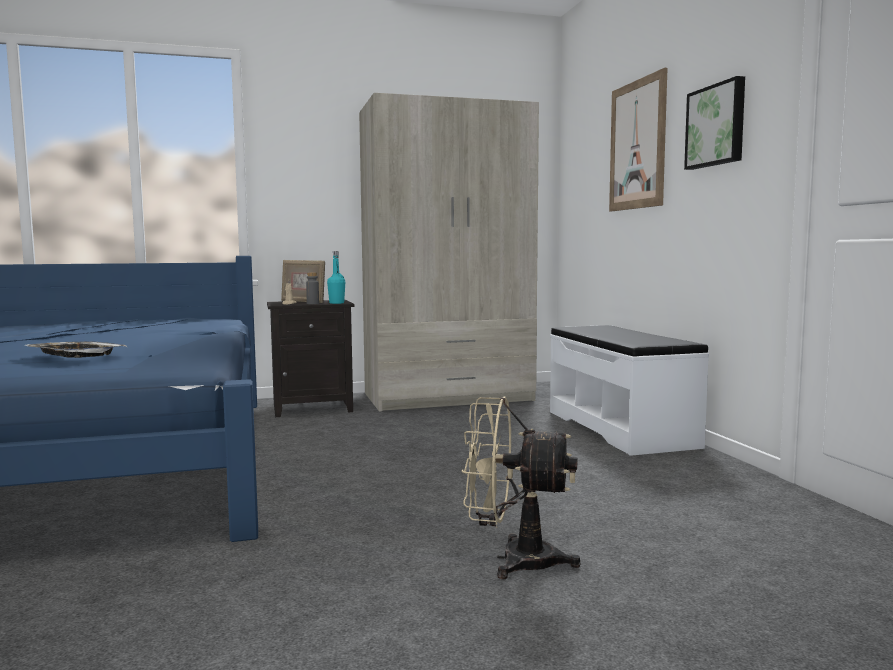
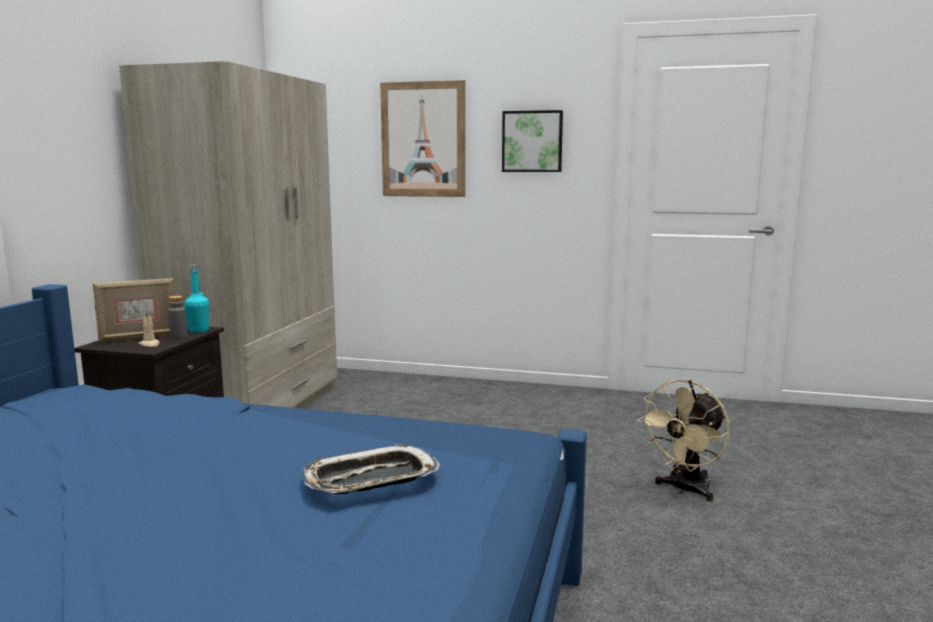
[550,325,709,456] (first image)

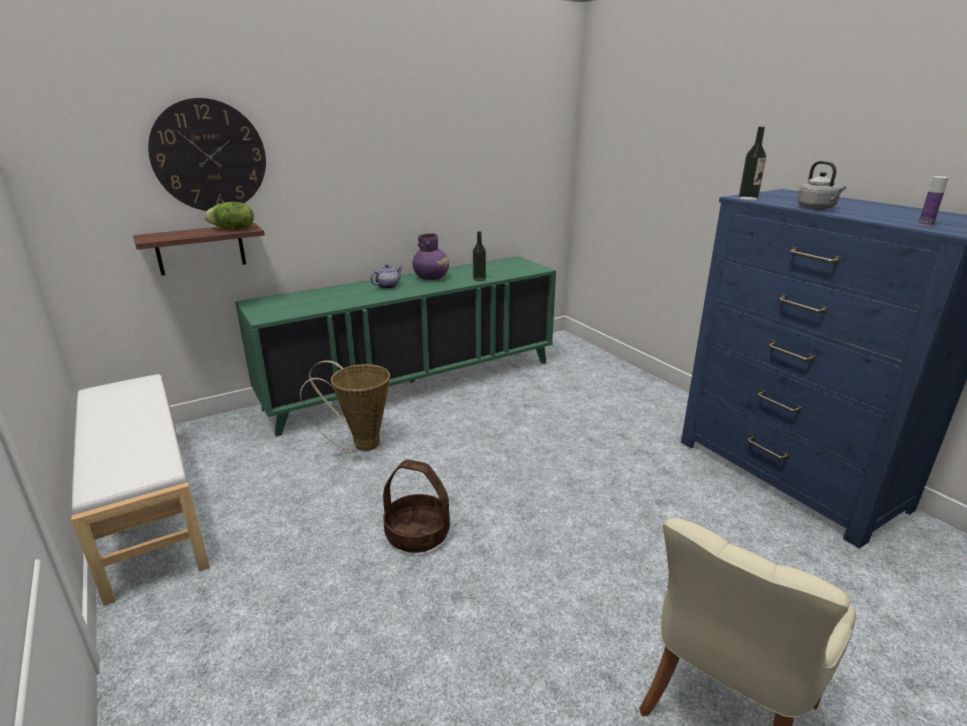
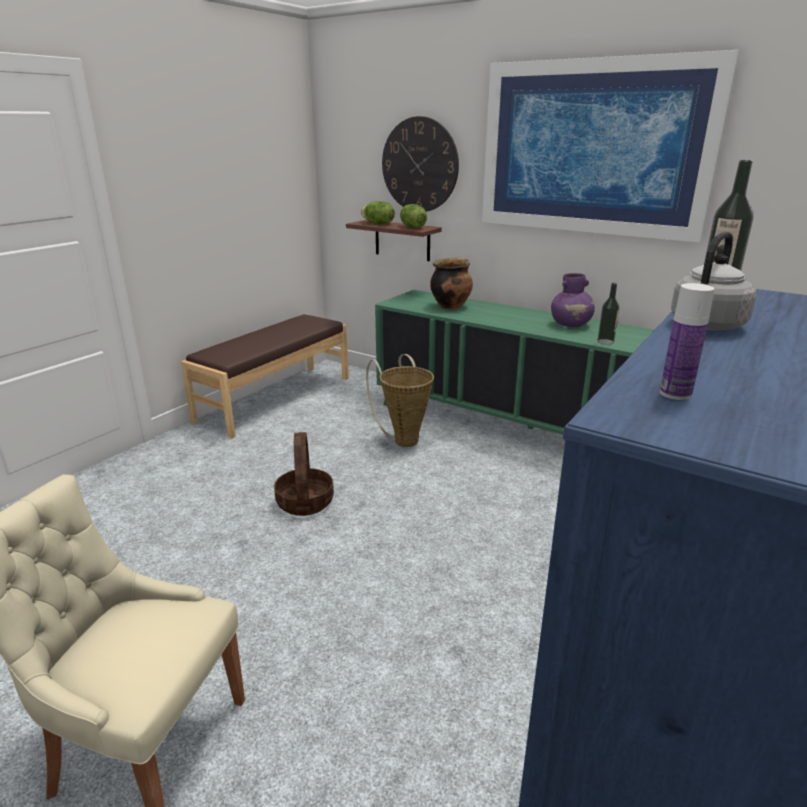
[370,264,403,289] (first image)
[361,201,395,224]
[430,257,473,309]
[482,50,740,243]
[181,314,349,438]

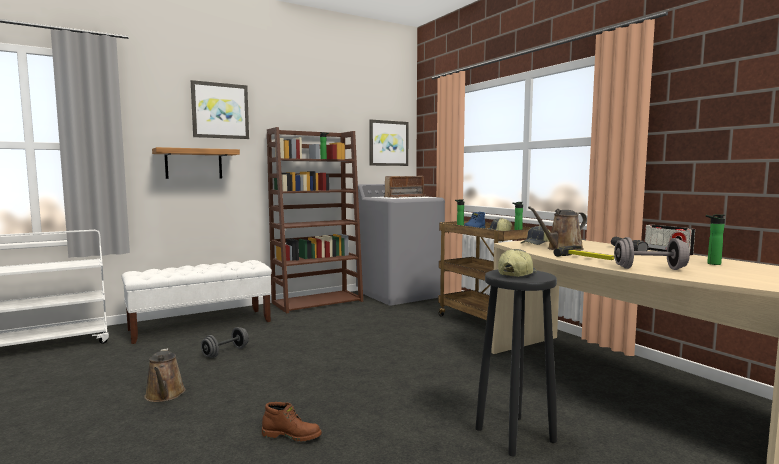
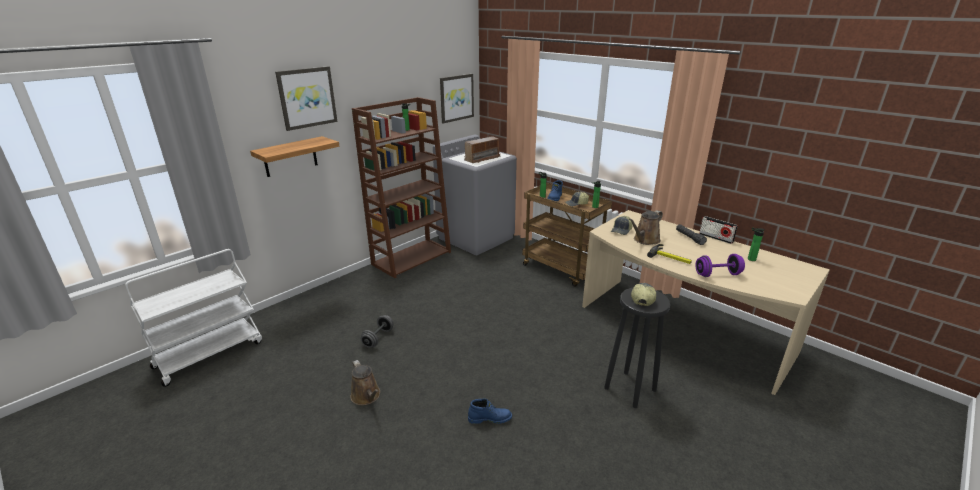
[122,260,272,344] (first image)
[468,398,512,424]
[695,254,745,277]

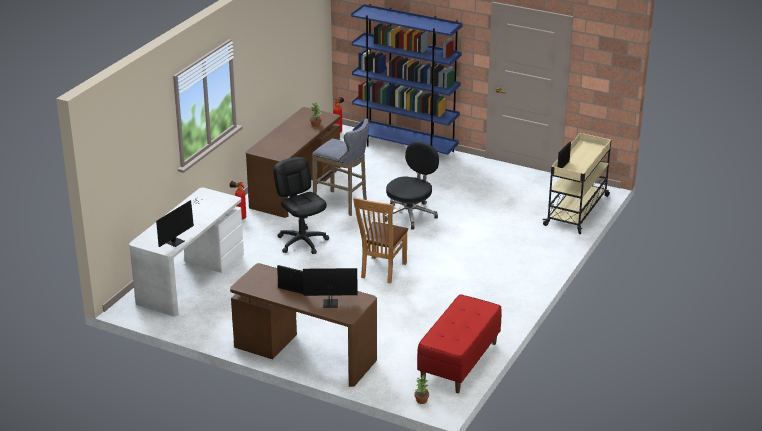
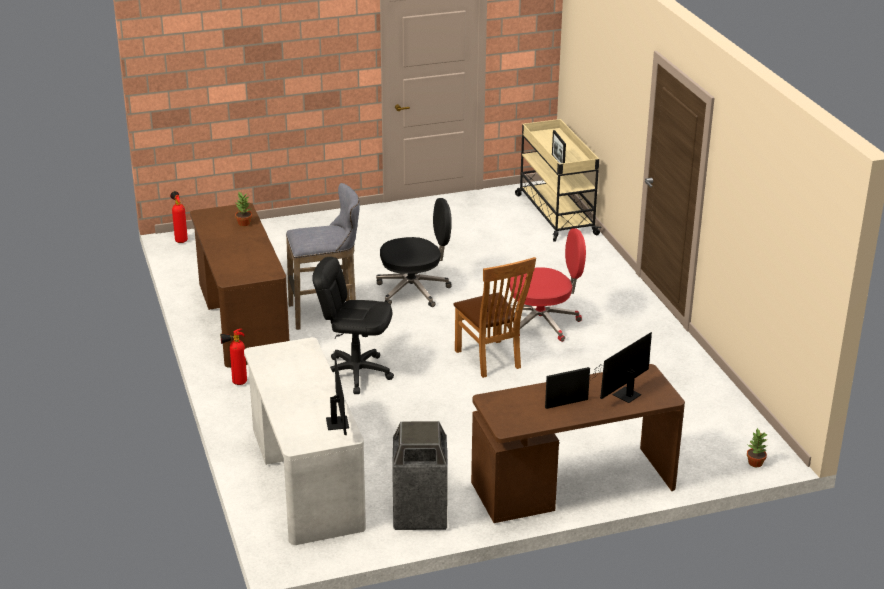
[351,4,463,155] (first image)
[417,294,502,393] (first image)
[392,421,448,530]
[509,228,586,342]
[376,198,452,307]

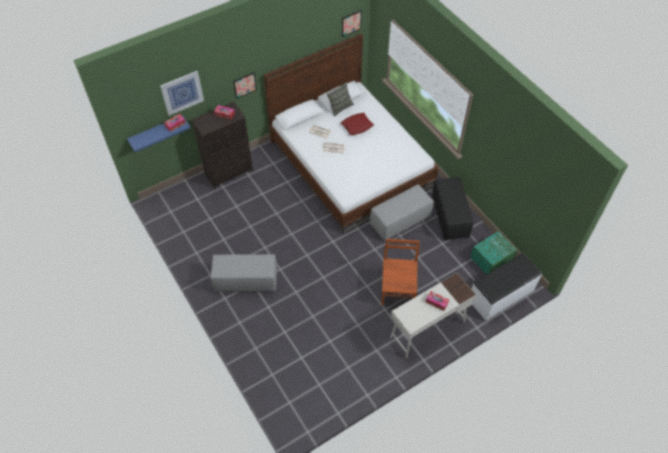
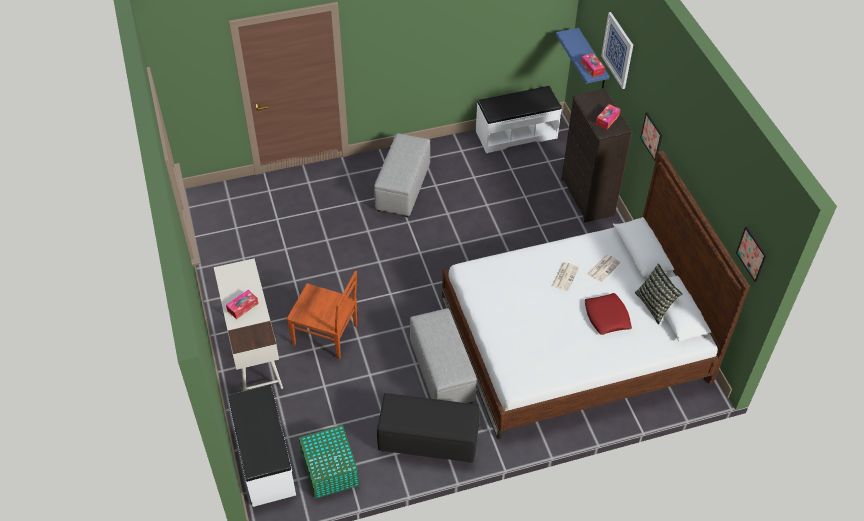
[476,86,562,153]

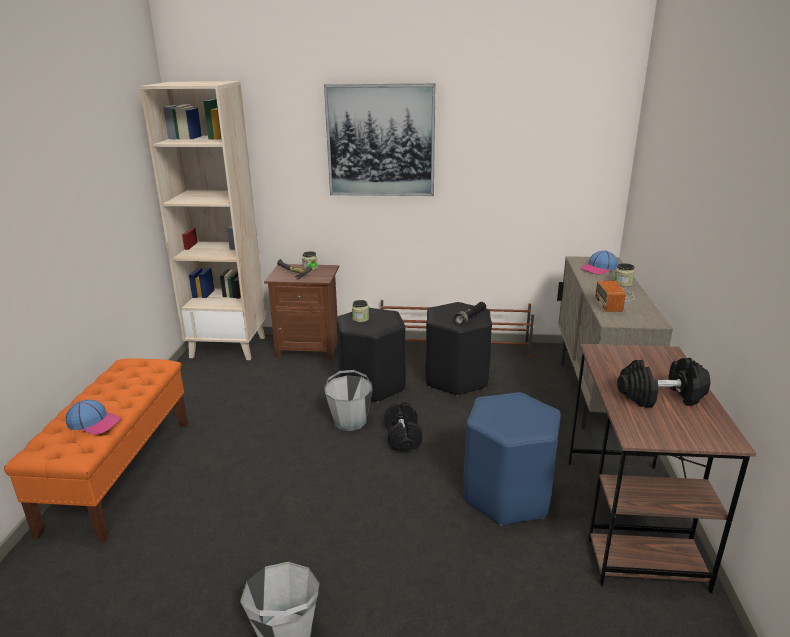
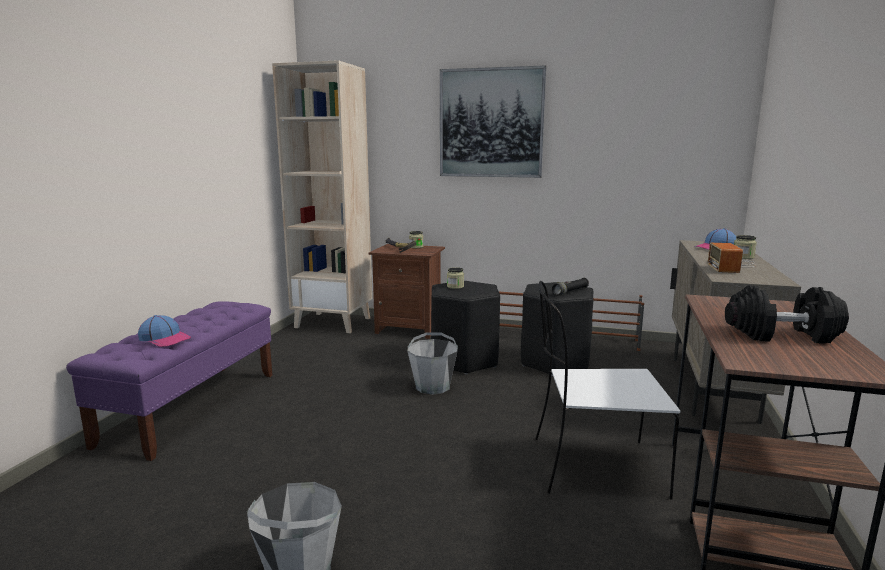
[384,402,422,451] (first image)
[535,281,680,500]
[66,301,272,461]

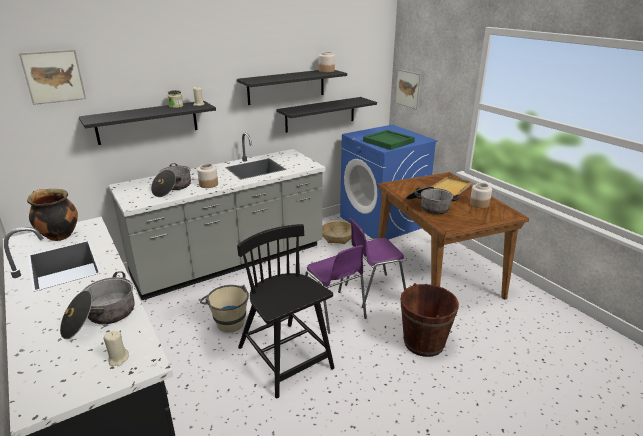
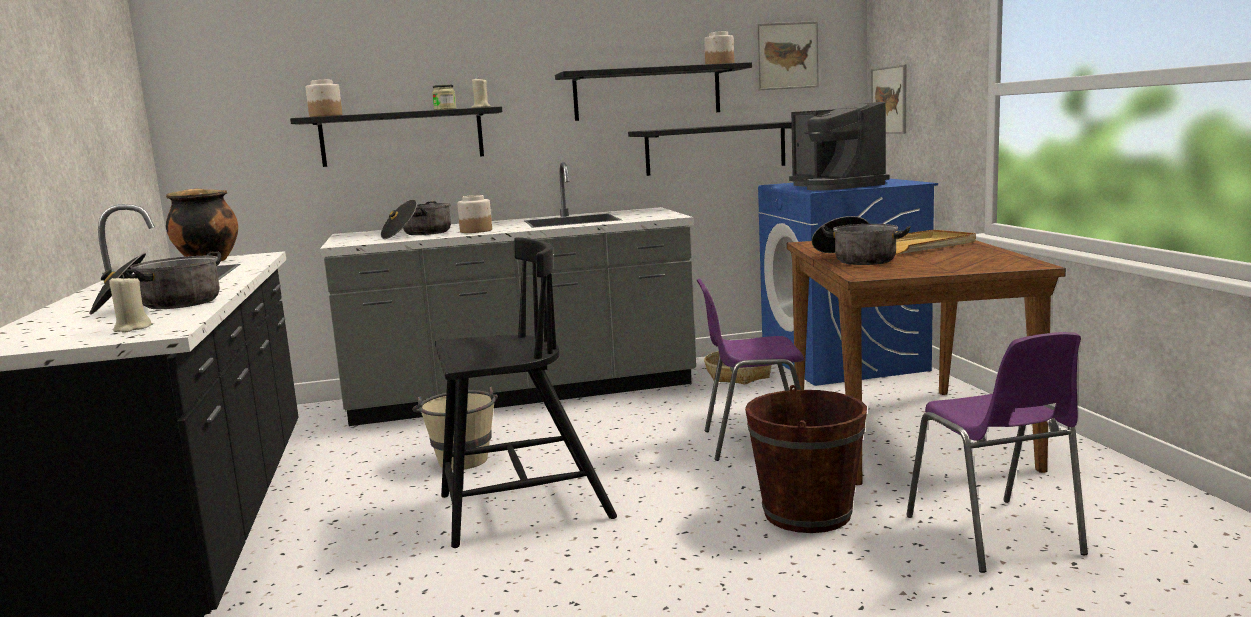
[756,21,819,90]
[906,332,1088,573]
[306,80,342,117]
[789,102,889,191]
[435,237,617,548]

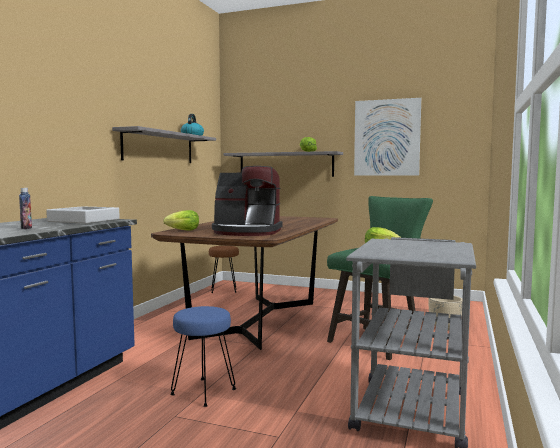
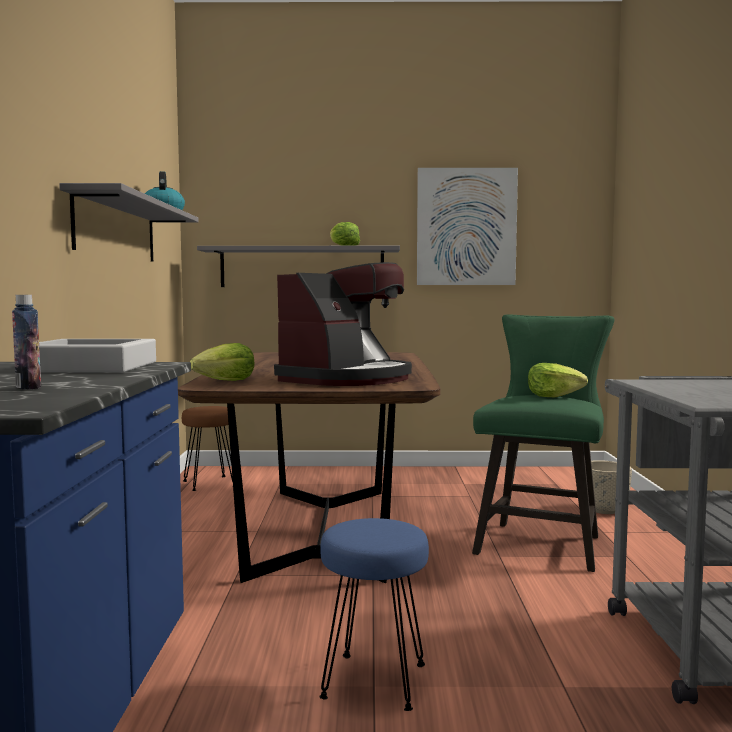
[274,262,412,386]

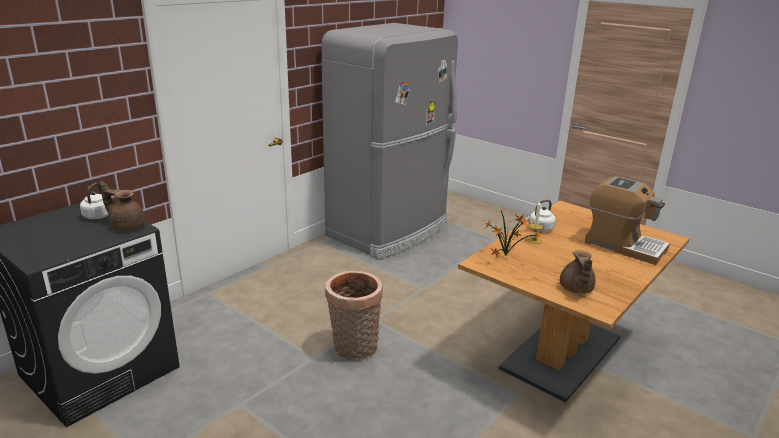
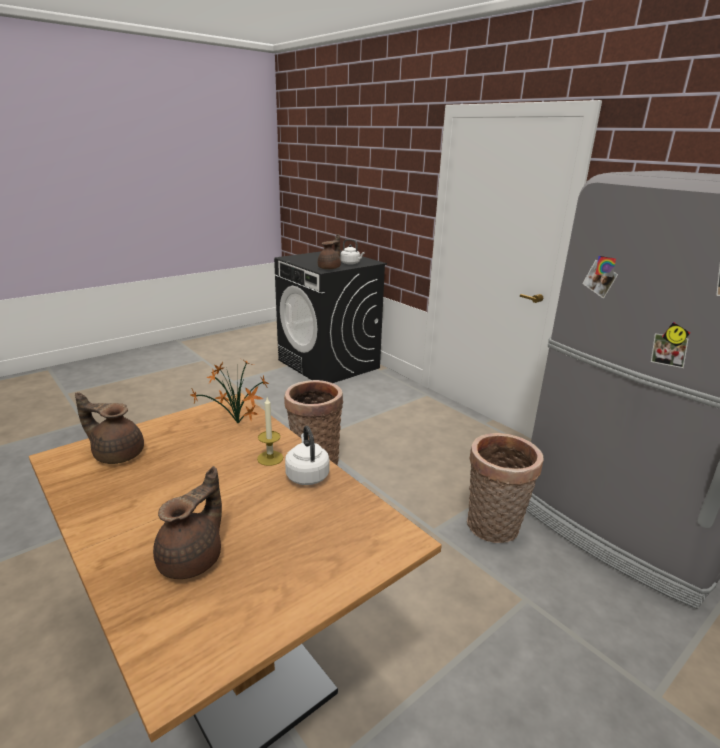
[467,433,543,543]
[153,466,222,579]

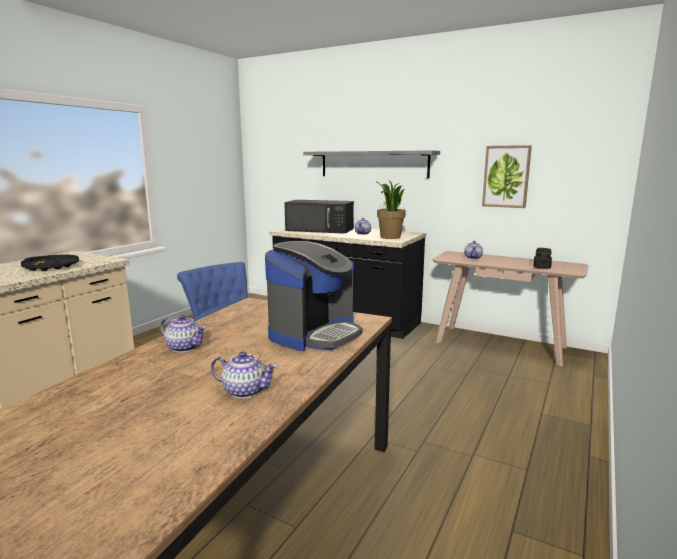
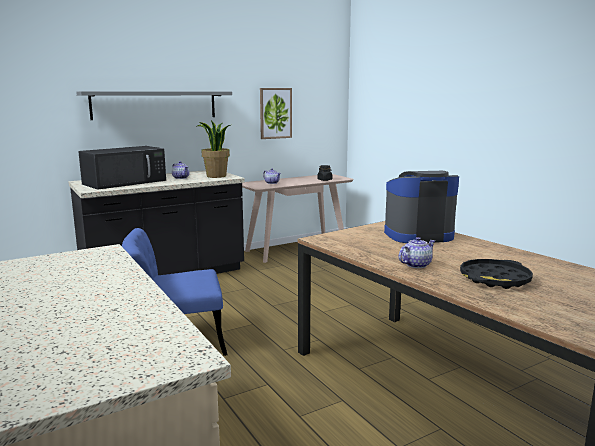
[211,351,278,398] (first image)
[460,259,533,289]
[384,171,459,243]

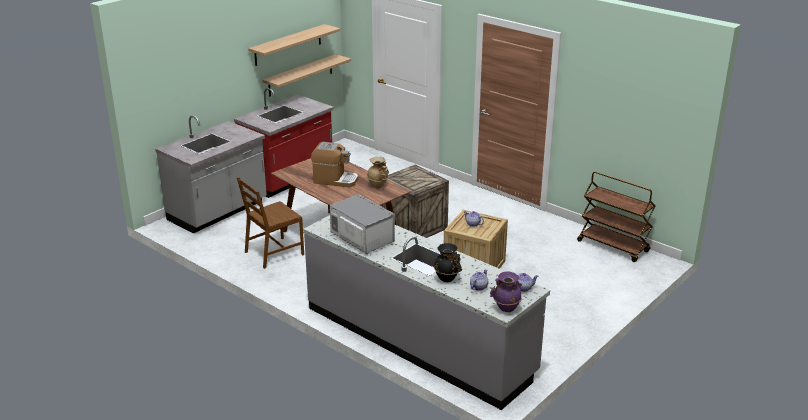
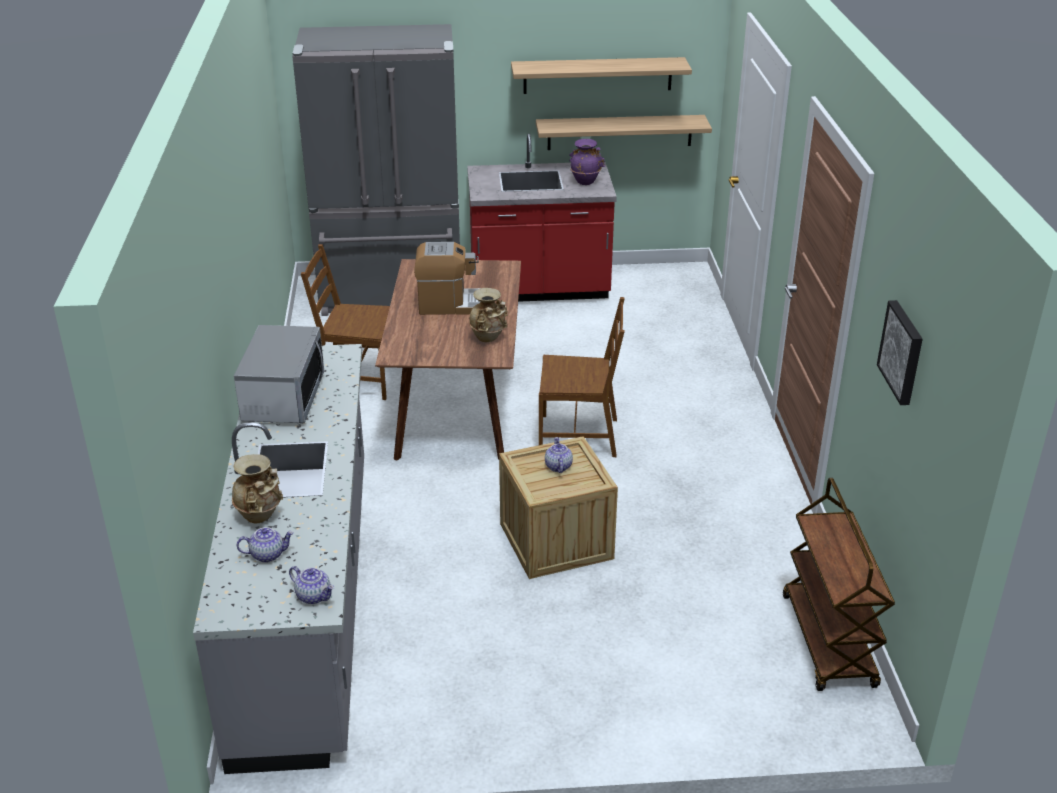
[877,300,923,405]
[569,139,605,185]
[292,24,460,316]
[539,297,625,457]
[232,454,283,523]
[414,242,481,315]

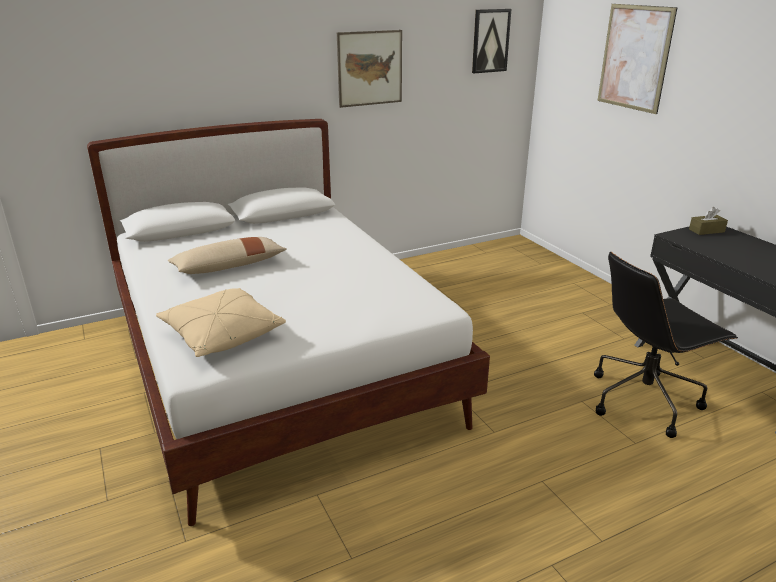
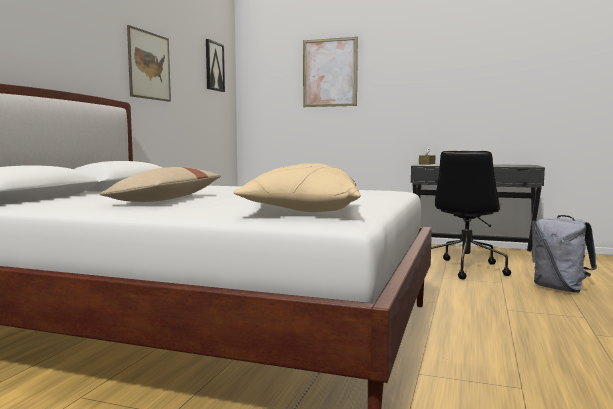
[534,215,597,293]

